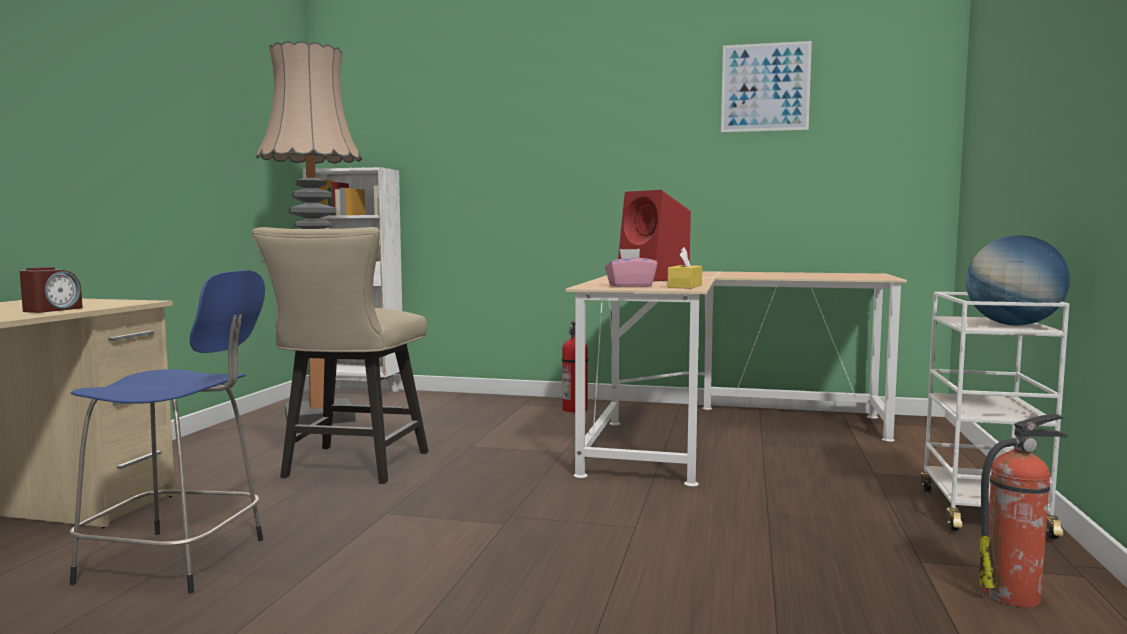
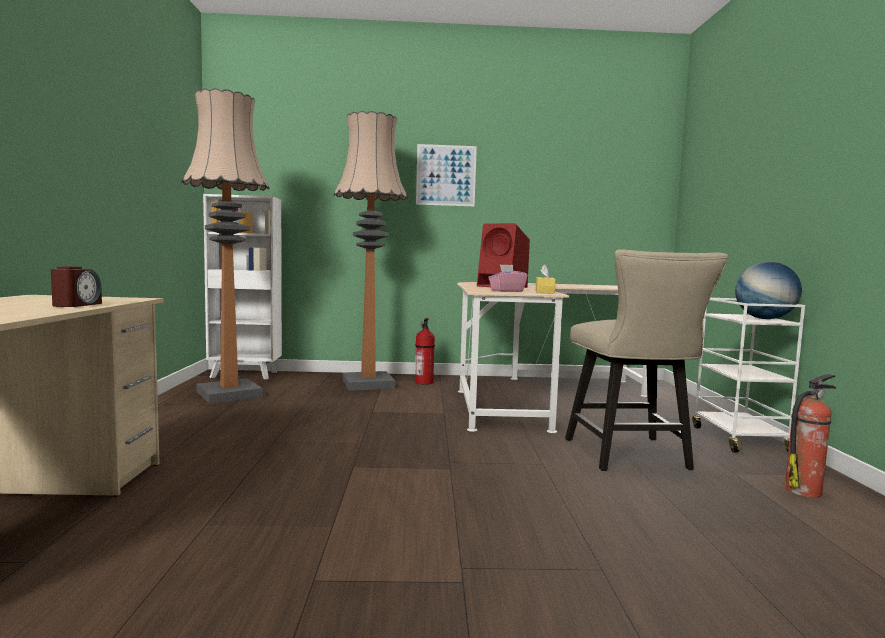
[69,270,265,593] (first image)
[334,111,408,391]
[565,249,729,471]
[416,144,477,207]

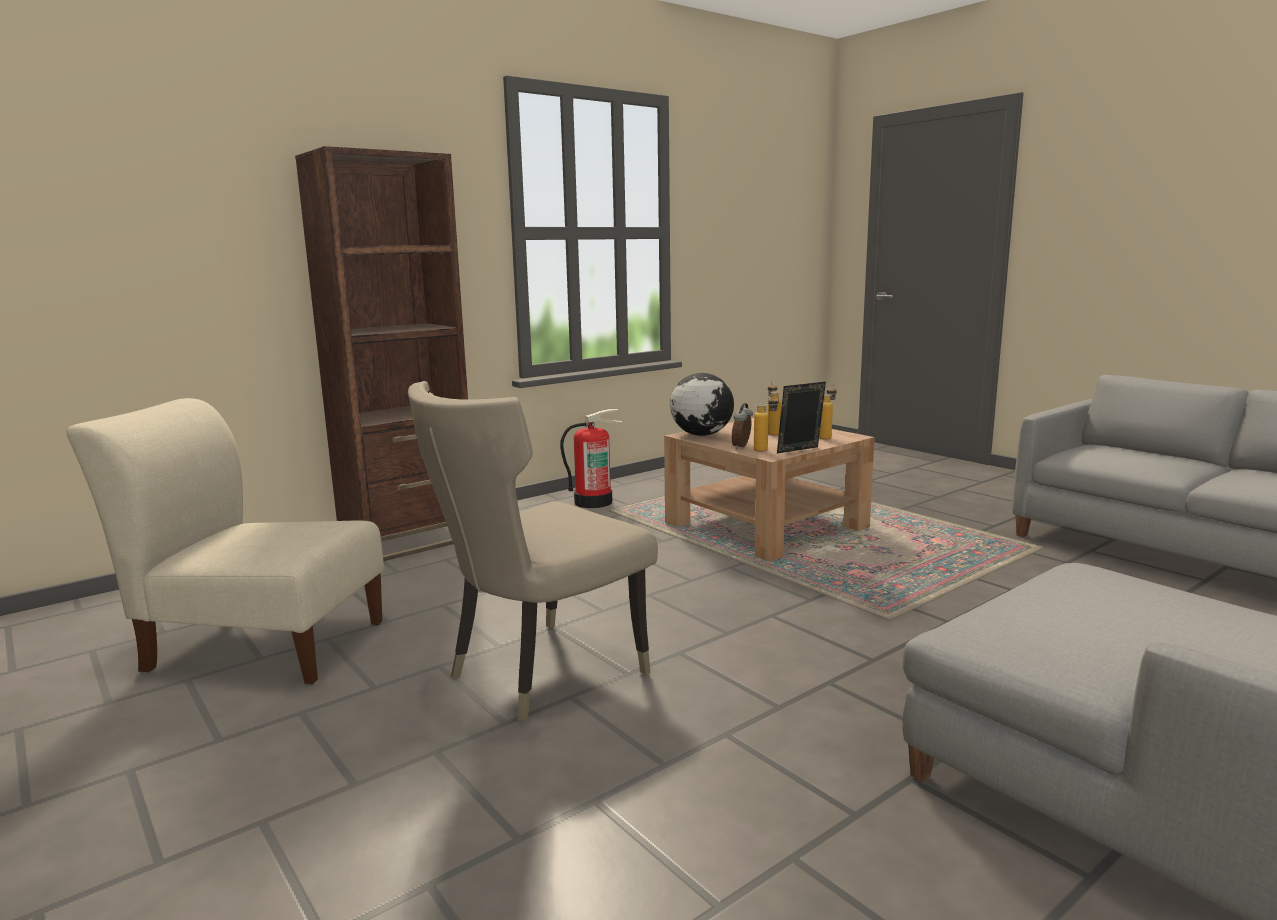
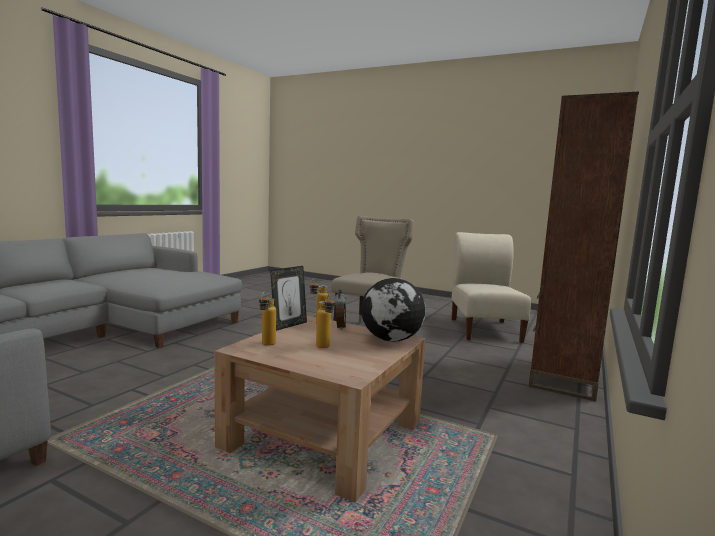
[560,409,623,508] (first image)
[451,232,531,343]

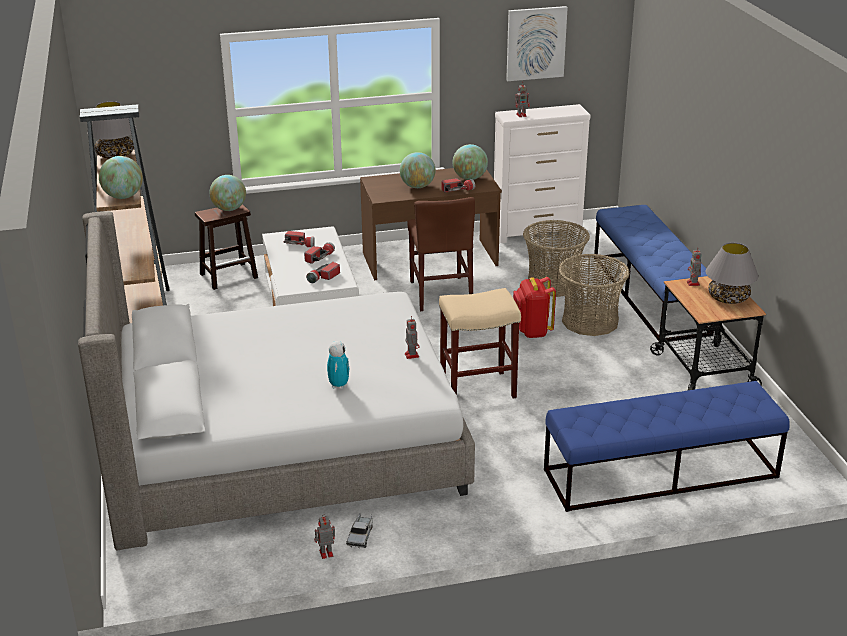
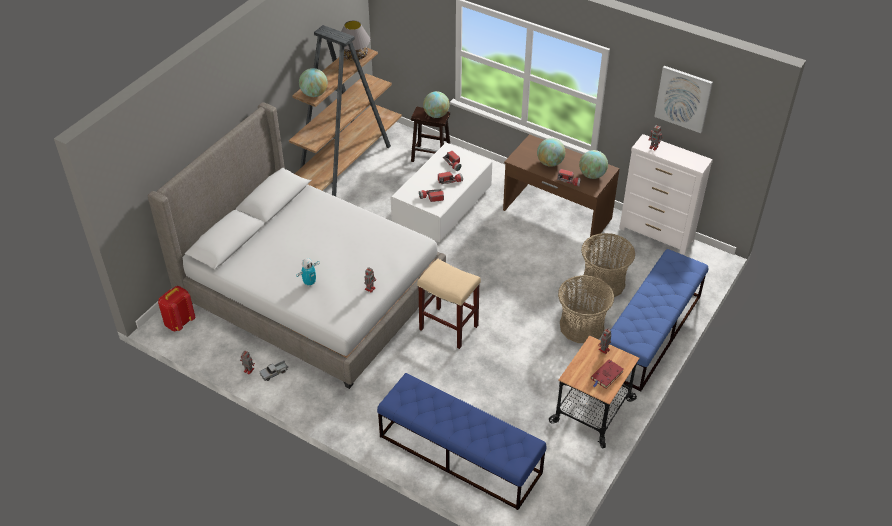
[407,197,475,311] (first image)
[158,286,195,331]
[591,360,624,389]

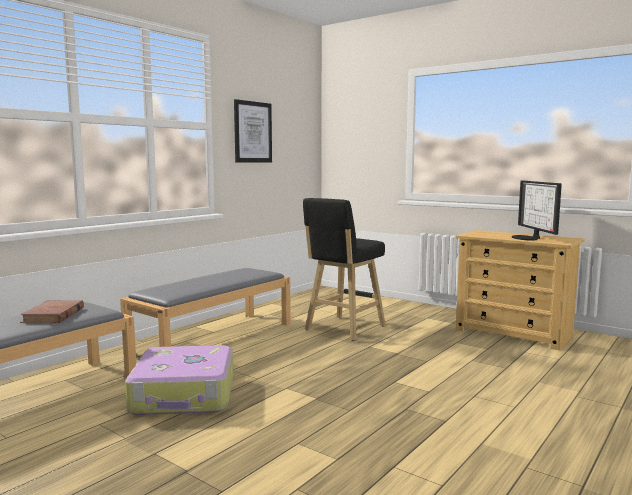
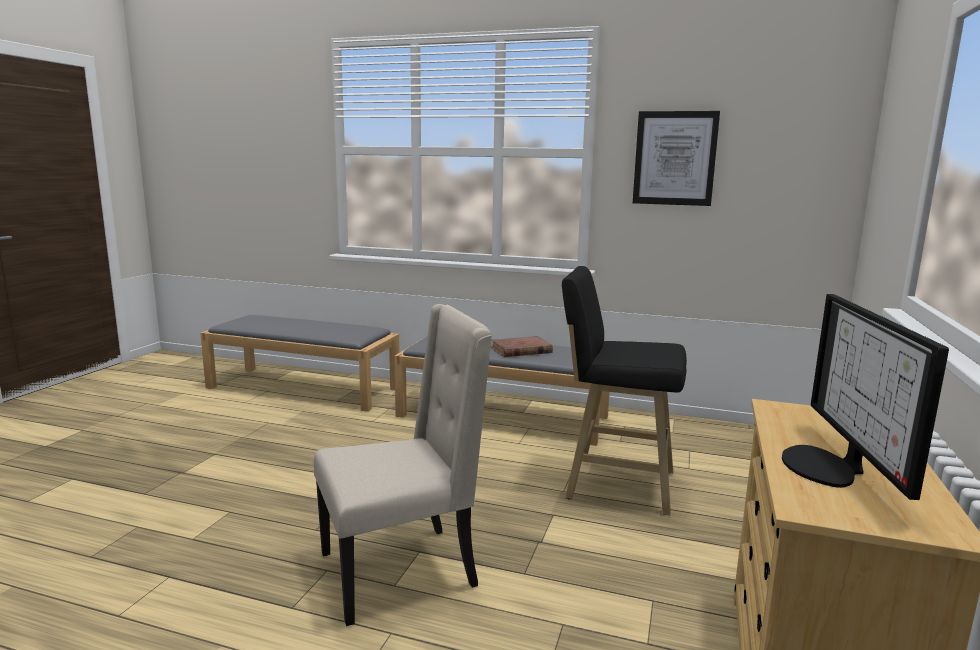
[125,345,233,415] (first image)
[314,304,492,626]
[491,336,553,357]
[782,294,949,500]

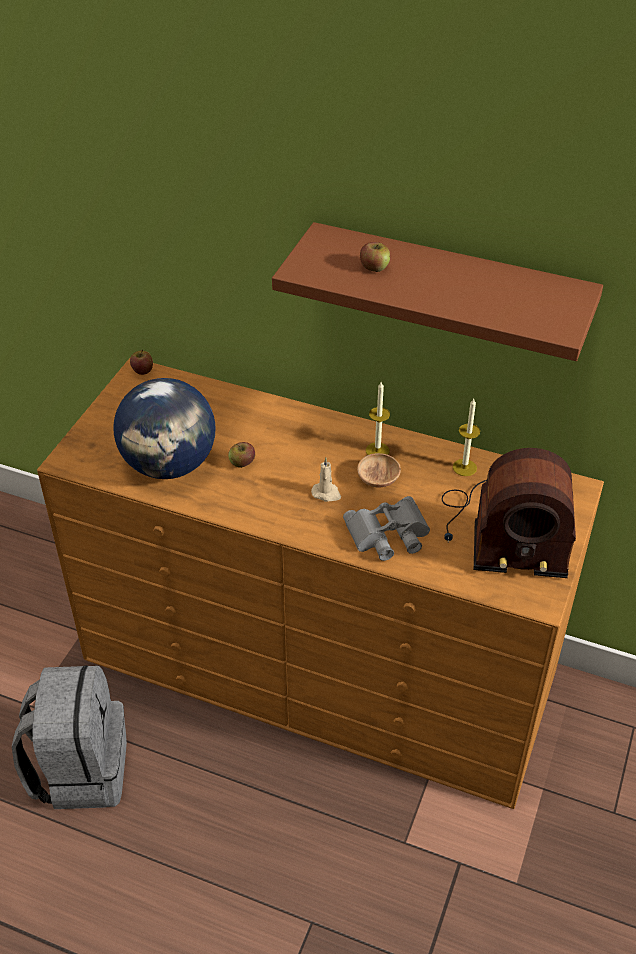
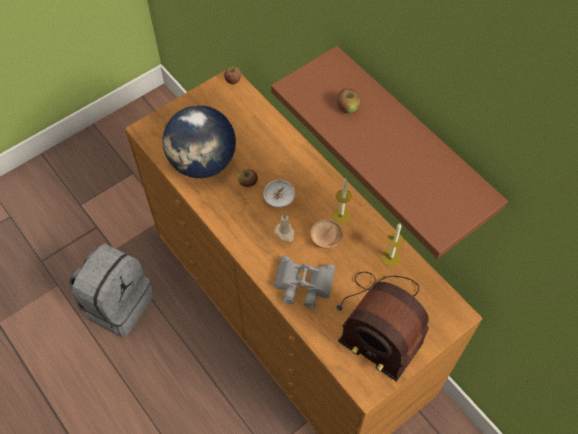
[263,180,295,208]

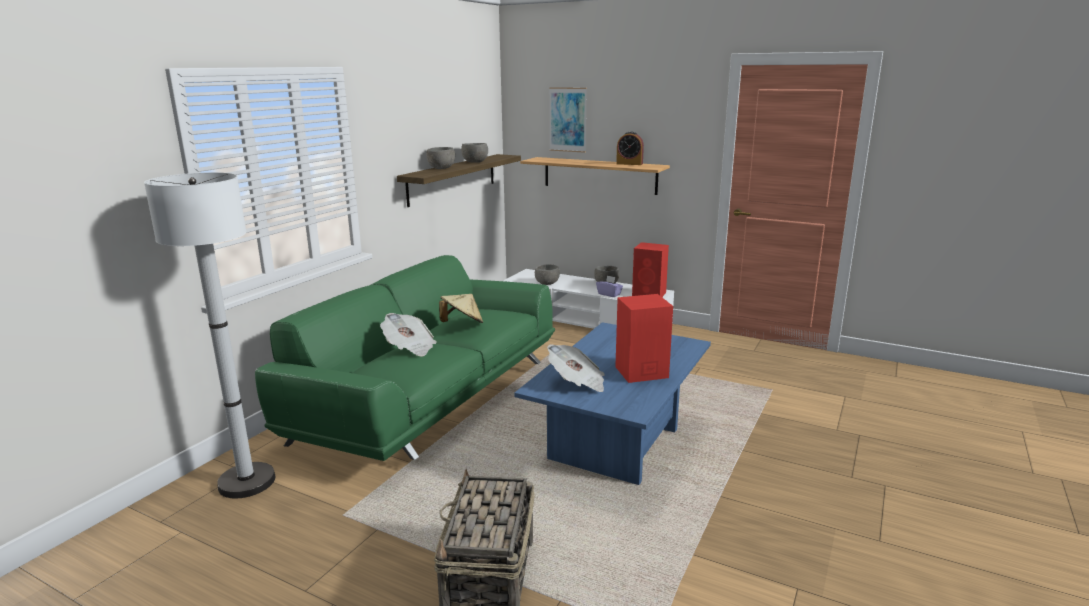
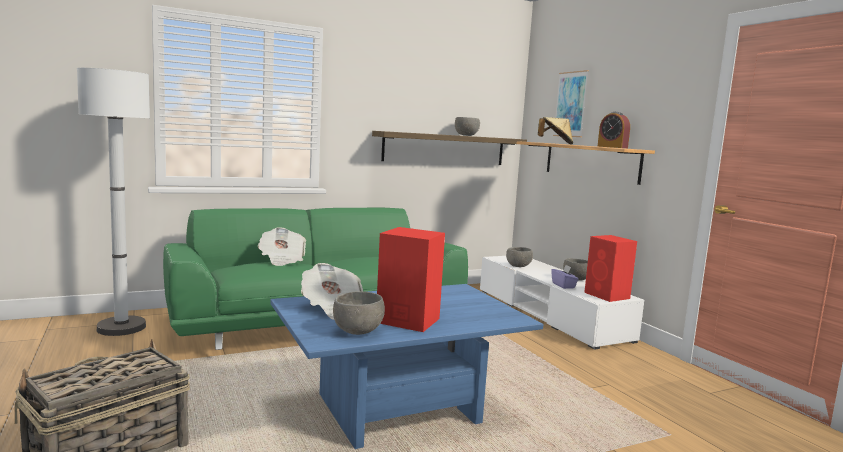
[333,291,385,335]
[538,117,573,145]

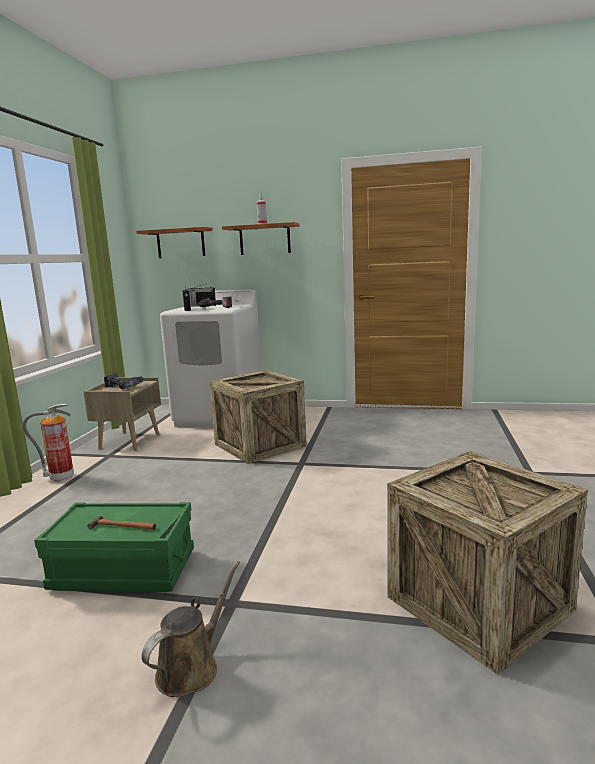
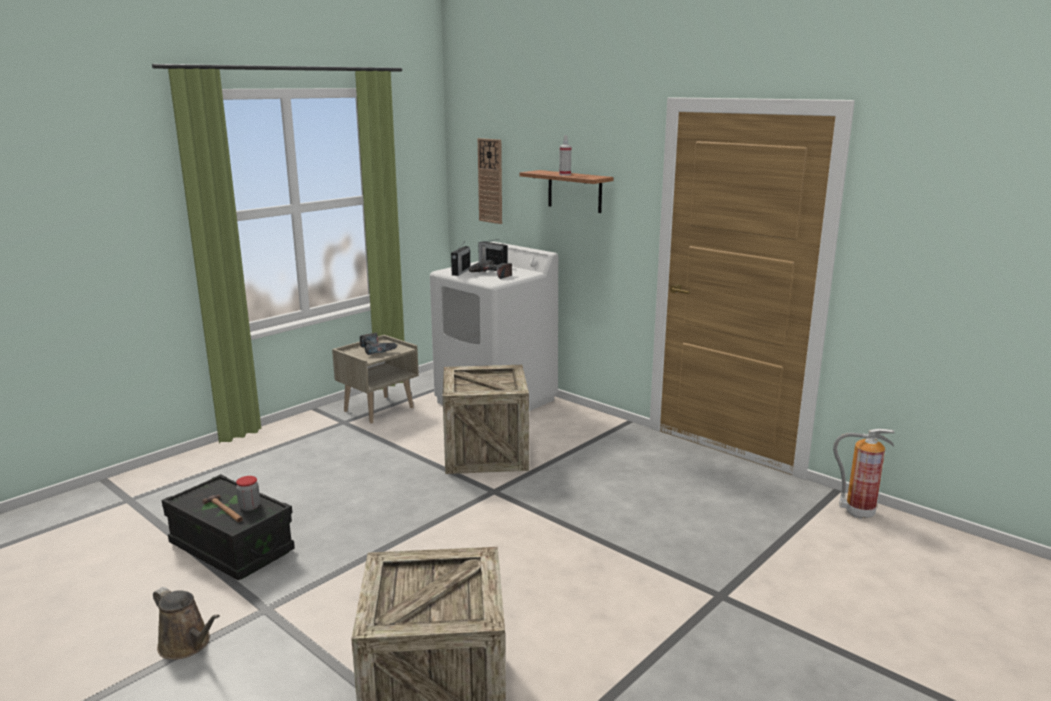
[236,476,260,511]
[833,428,895,519]
[478,138,502,224]
[161,474,295,580]
[153,587,220,660]

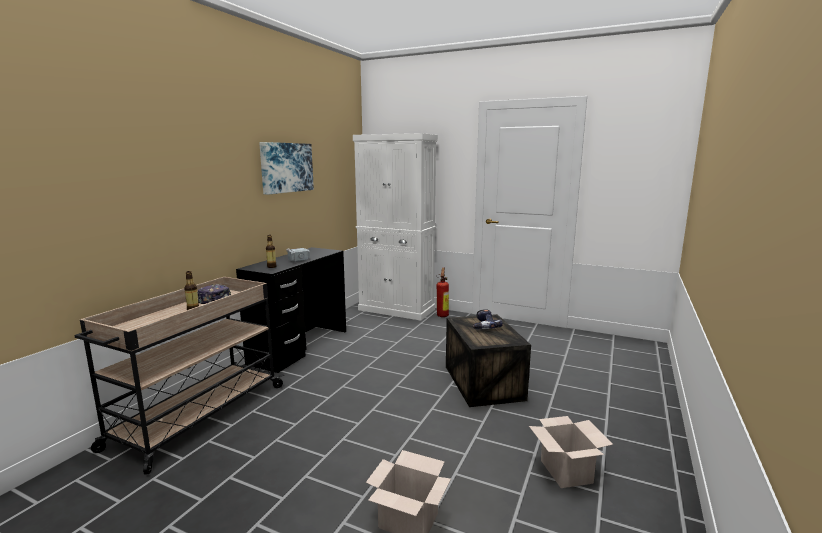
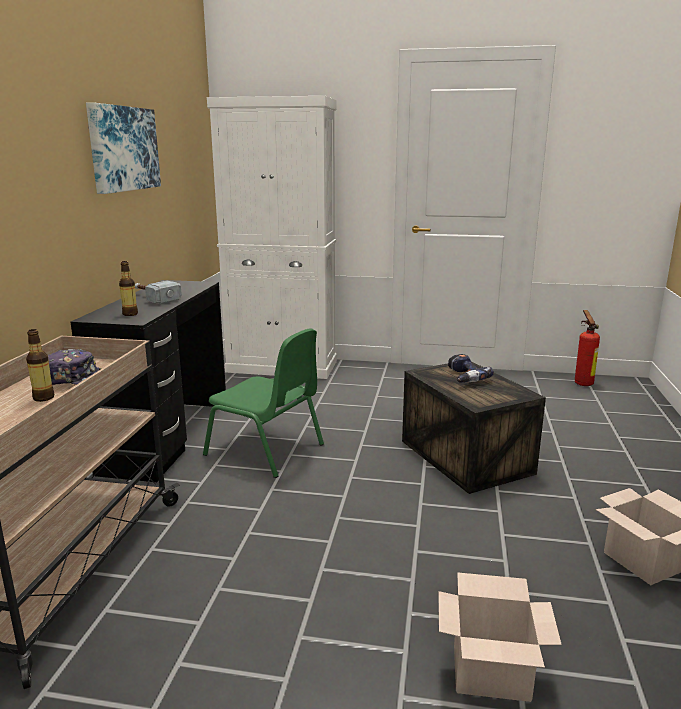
[203,329,324,478]
[575,310,600,386]

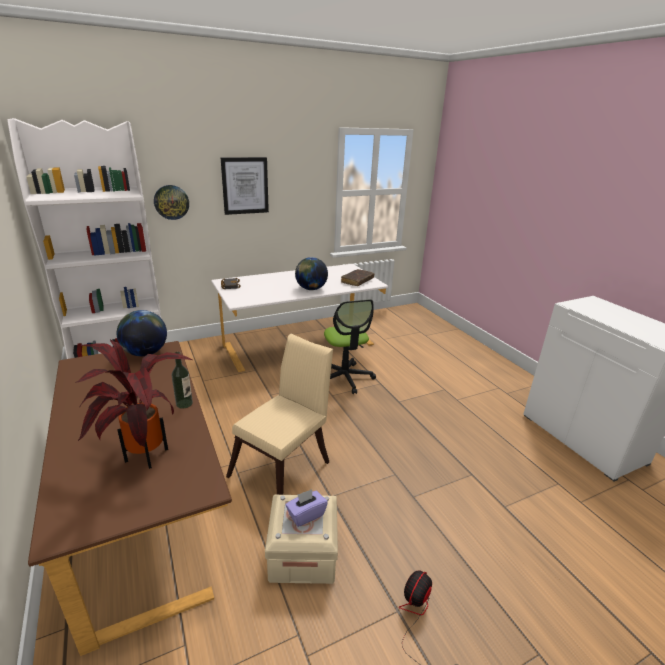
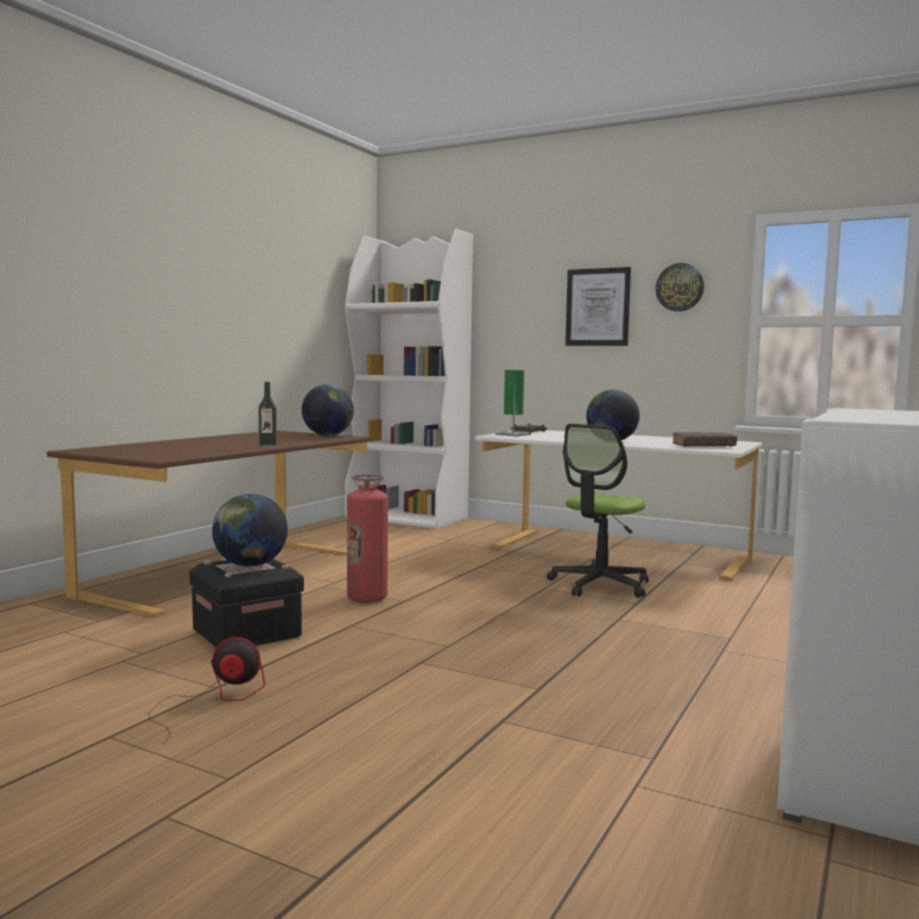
[75,340,192,469] (first image)
[495,370,531,437]
[655,263,704,312]
[347,474,388,603]
[212,494,288,567]
[189,559,304,647]

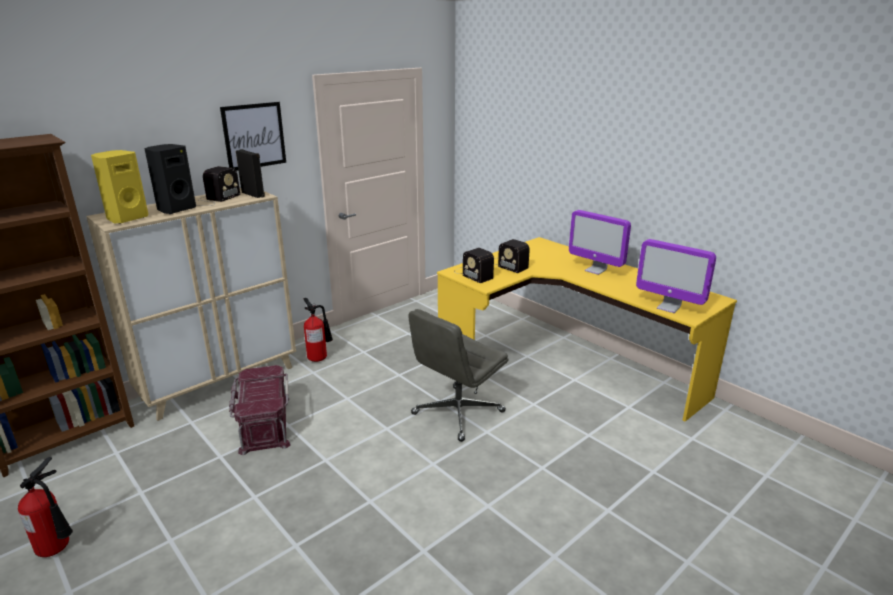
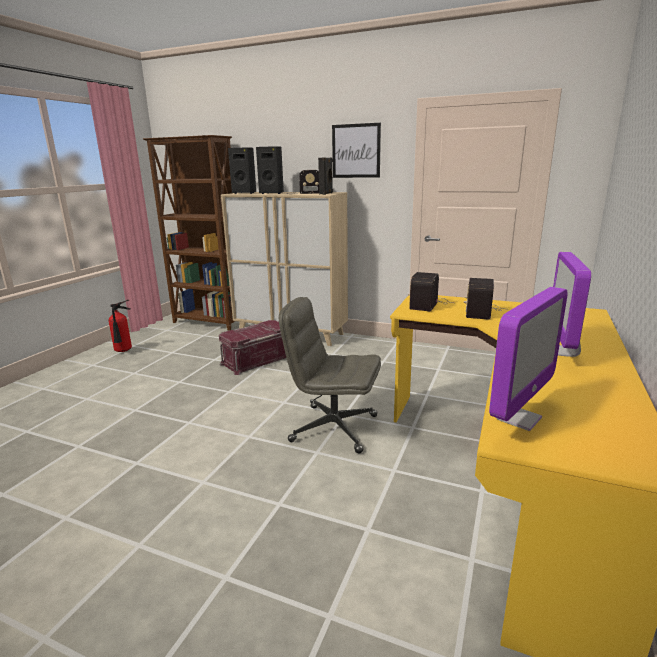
[304,298,333,362] (first image)
[228,147,256,194]
[489,287,568,431]

